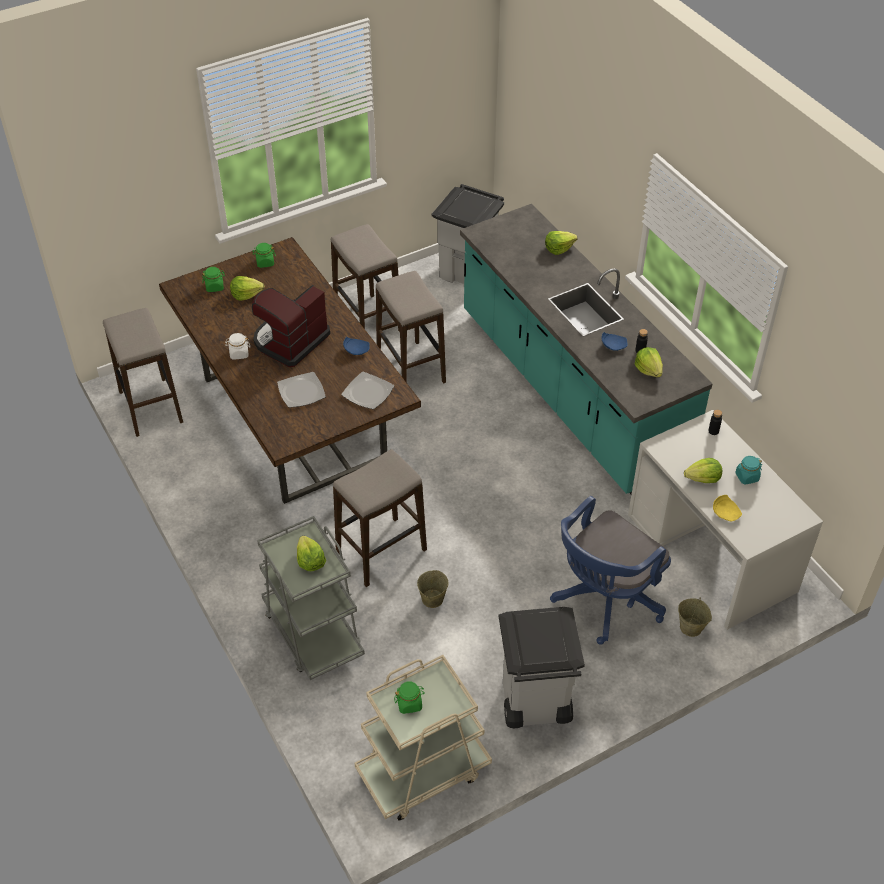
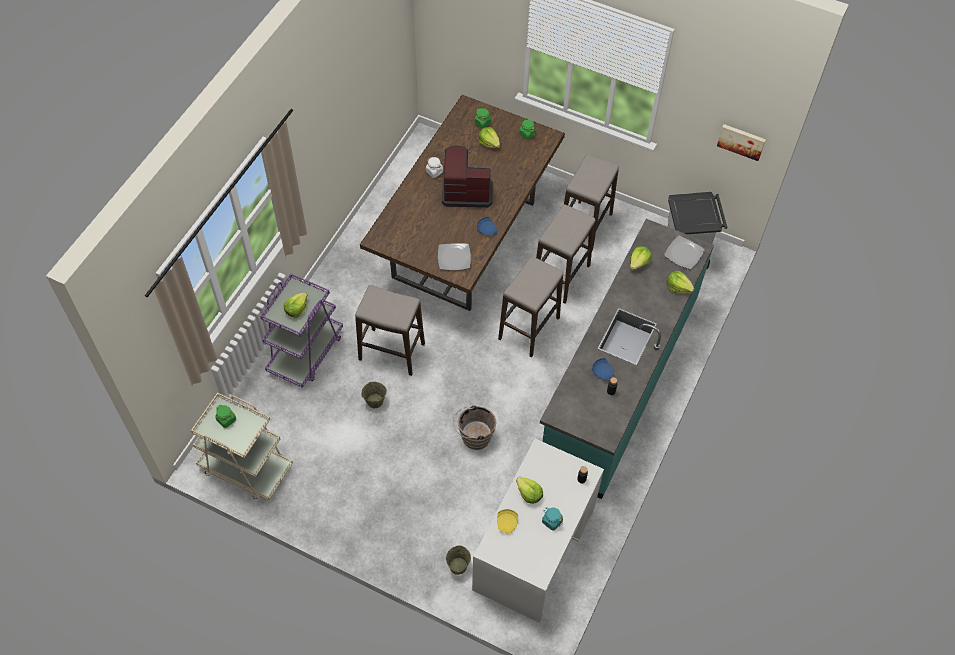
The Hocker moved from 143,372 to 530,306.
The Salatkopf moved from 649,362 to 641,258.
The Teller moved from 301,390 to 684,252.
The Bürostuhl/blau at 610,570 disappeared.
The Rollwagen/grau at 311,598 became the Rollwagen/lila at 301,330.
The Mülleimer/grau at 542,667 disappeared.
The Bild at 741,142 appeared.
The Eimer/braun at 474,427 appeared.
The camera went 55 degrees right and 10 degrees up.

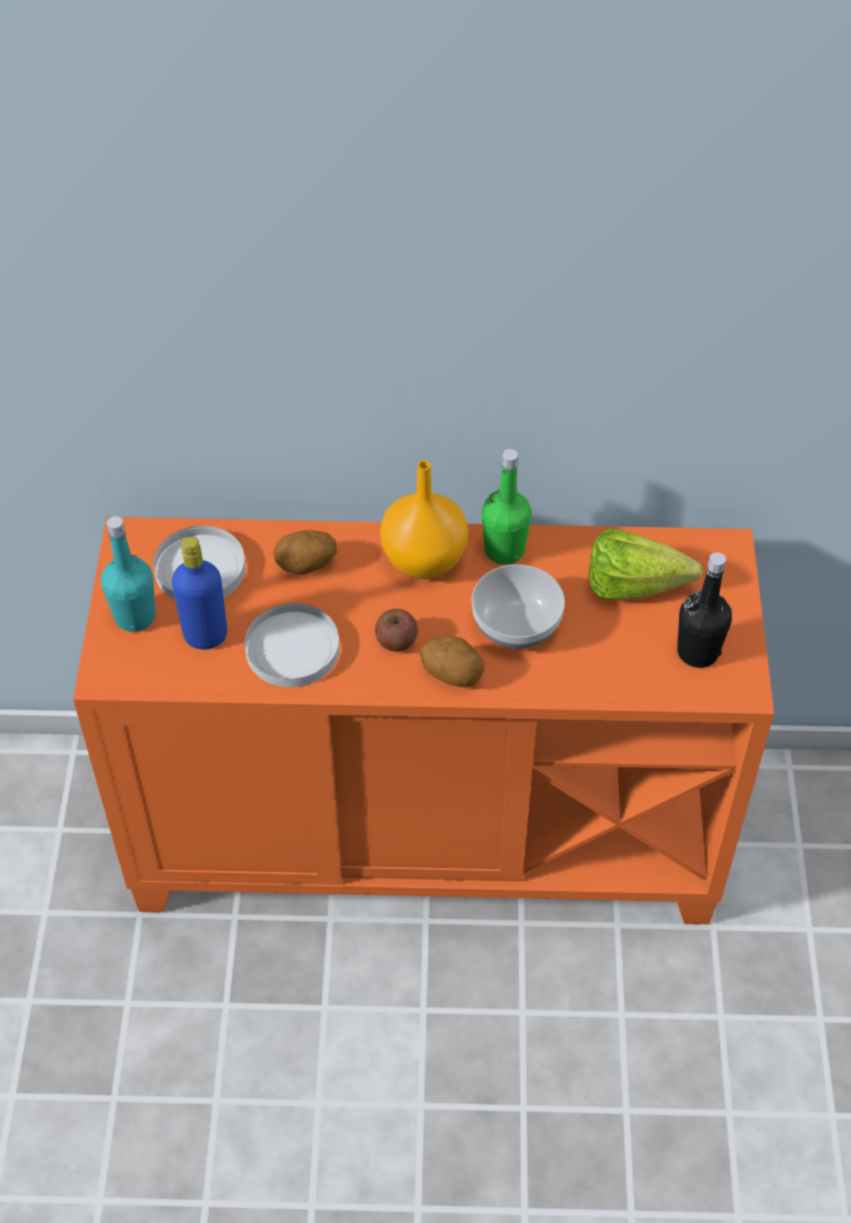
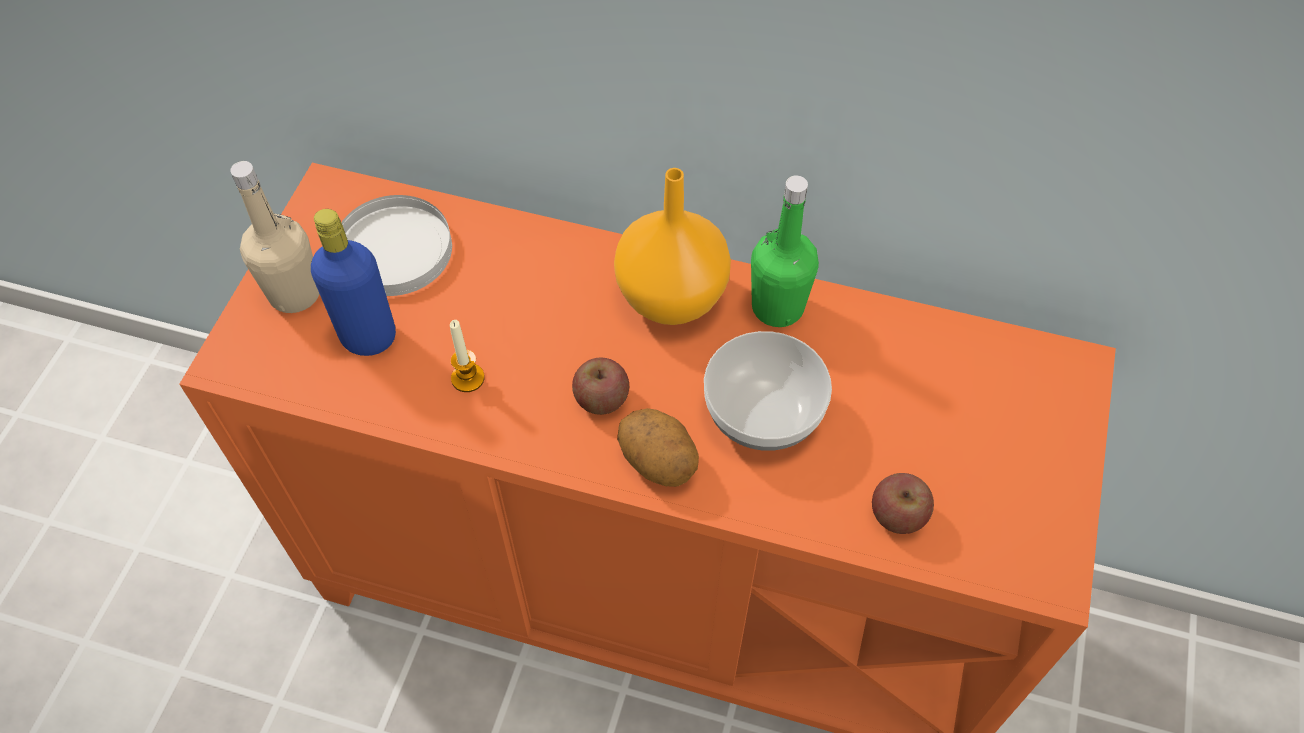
The Flasche/türkis at 128,574 became the Flasche/beige at 274,237.
The Salatkopf at 645,564 disappeared.
The Kartoffel at 305,552 disappeared.
The Flasche/schwarz at 704,610 disappeared.
The Teller/weiß at 292,645 was replaced by the Kerze at 467,356.
The Apfel at 903,503 appeared.
The camera went 15 degrees right and 5 degrees up.

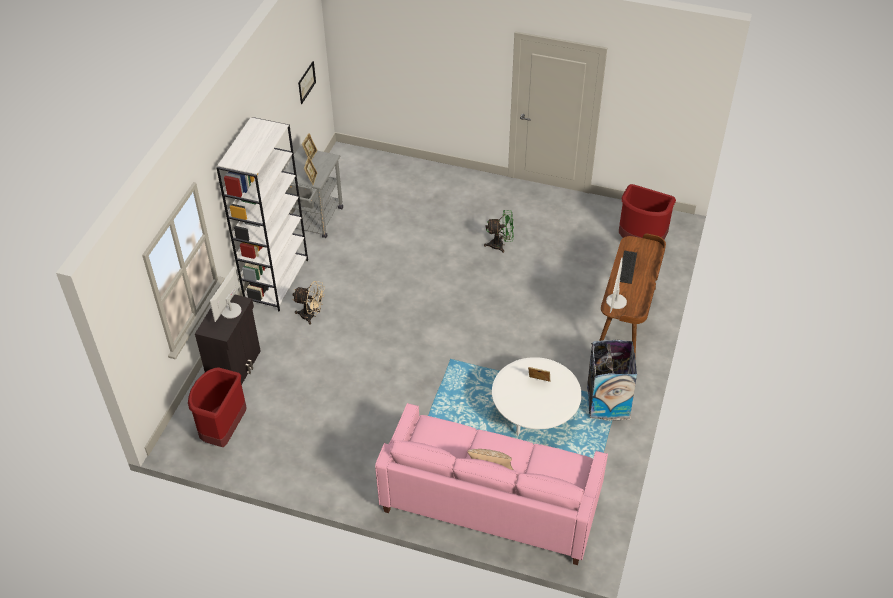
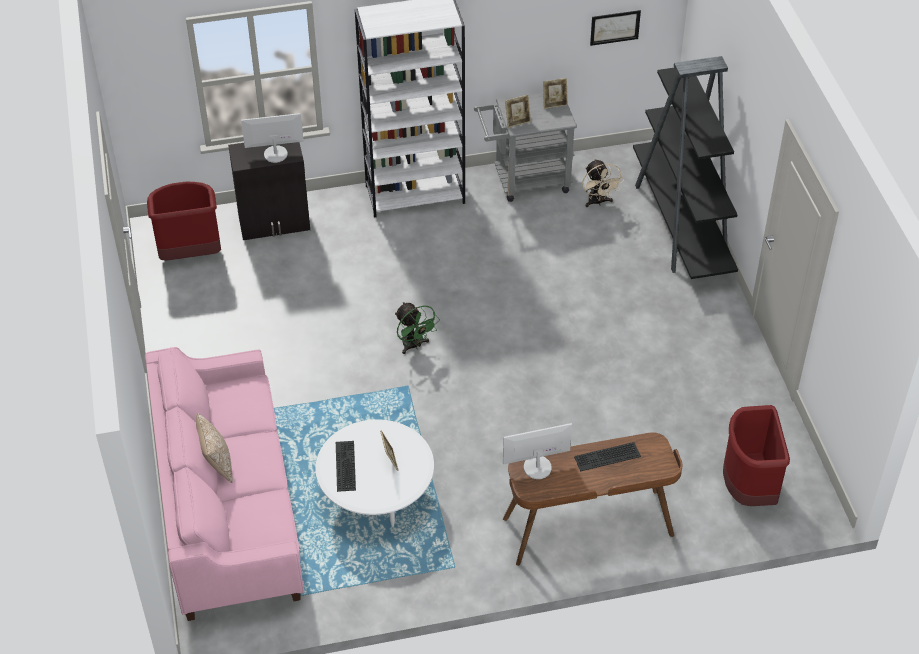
The Ventilator/grün moved from 499,231 to 417,328.
The Ventilator/beige moved from 308,303 to 603,183.
The Mülleimer at 612,380 disappeared.
The Bücherregal/schwarz at 685,167 appeared.
The Tastatur at 346,466 appeared.
The camera went 60 degrees right and 0 degrees up.

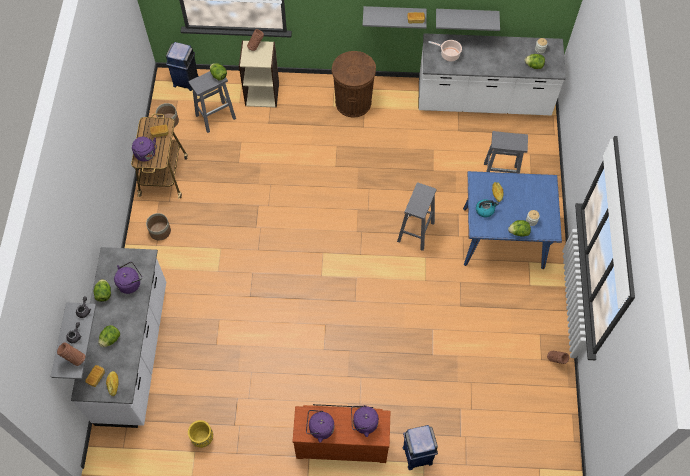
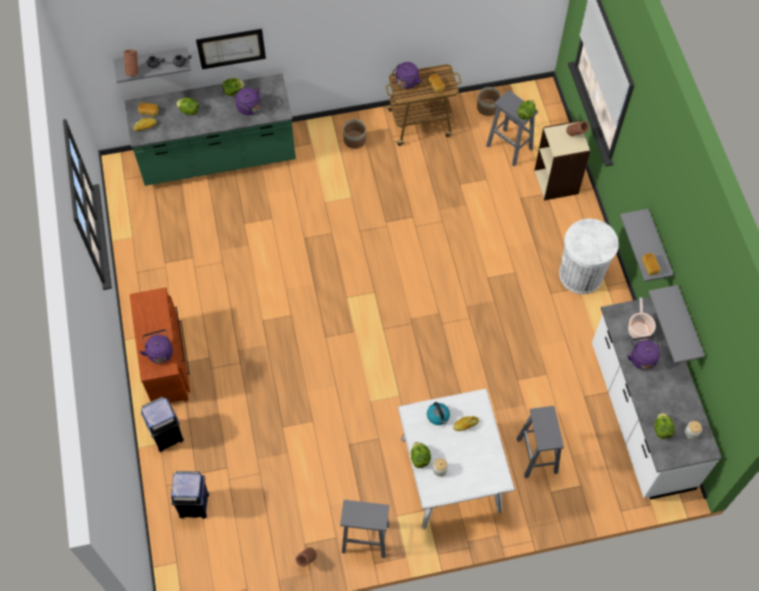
The Mülleimer/blau moved from 182,66 to 190,495.
The Mülleimer/braun at 354,84 became the Mülleimer/weiß at 589,256.
The Esstisch/blau at 512,220 became the Esstisch/weiß at 456,458.
The Hocker/grau moved from 416,216 to 364,529.
The Küchenzeile/weiß at 118,337 became the Küchenzeile/grün at 210,130.
The Wasserkessel/lila moved from 320,426 to 644,353.
The Pflanzkübel/gelb at 200,434 disappeared.
The Bild at 231,49 appeared.
The camera went 75 degrees right and 0 degrees up.

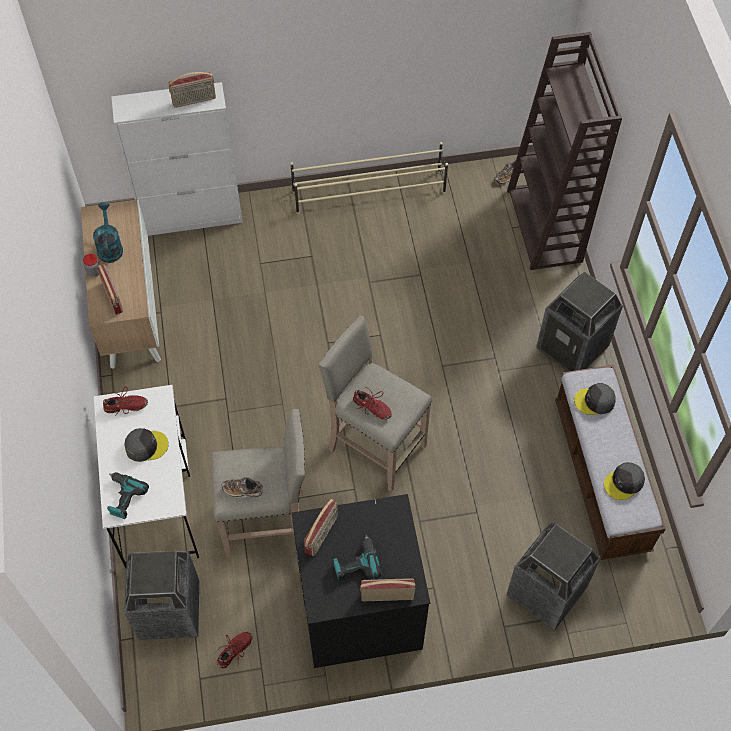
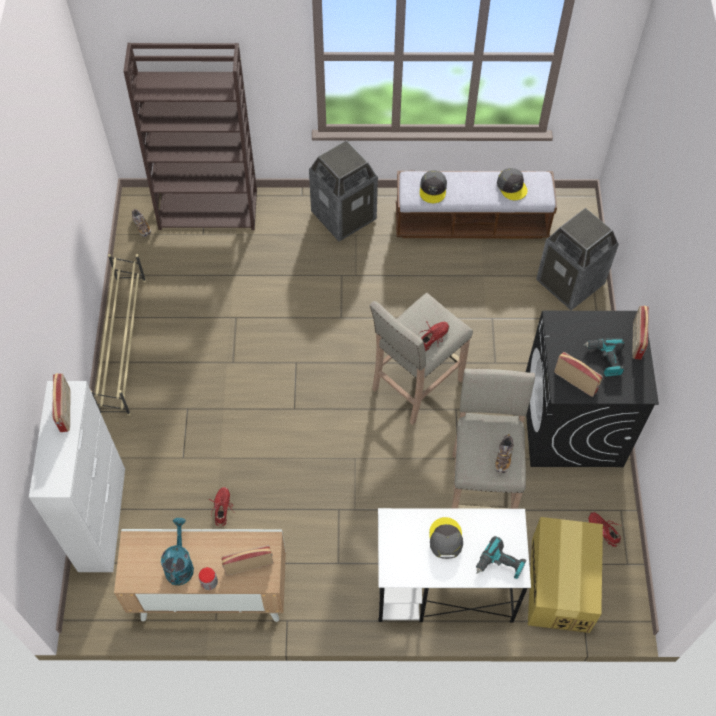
The Gießkanne/türkis at 108,232 turned 90 degrees clockwise.
The Schuh/rot moved from 125,401 to 221,506.
The Mülleimer at 161,595 was replaced by the Karton at 565,575.
The camera went 80 degrees left and 0 degrees up.

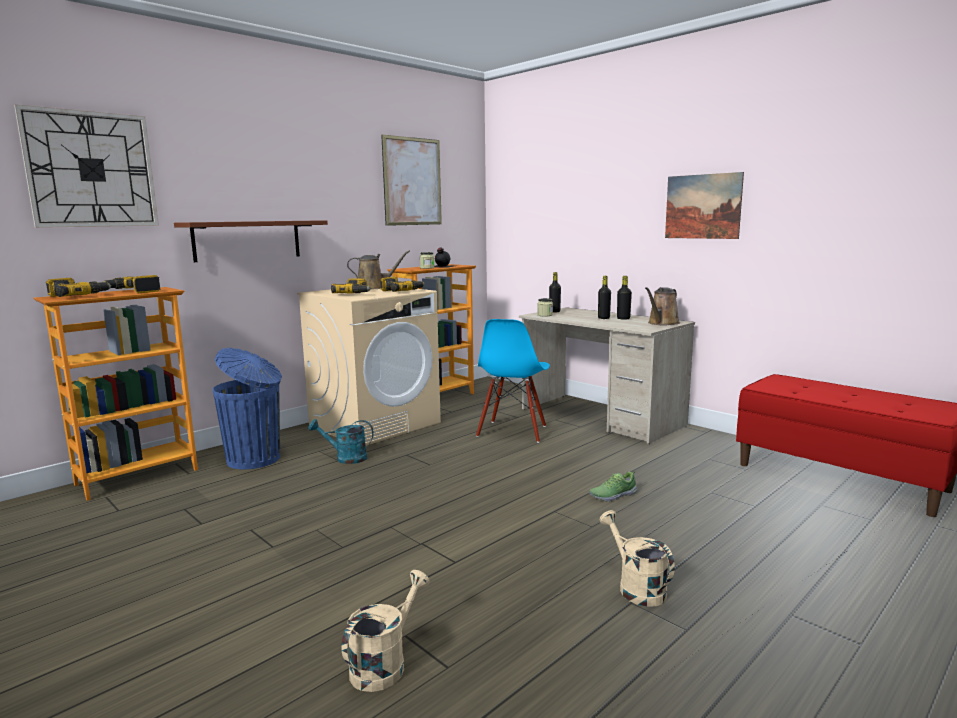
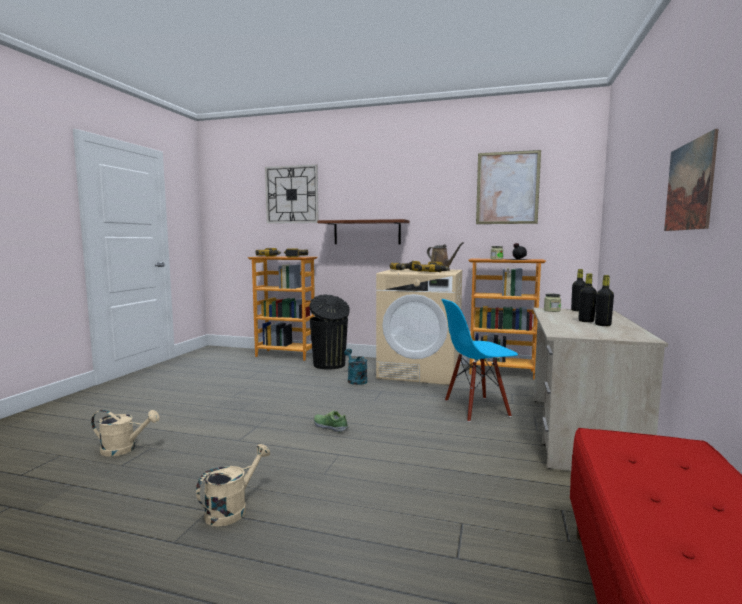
The Gießkanne/braun at 662,306 disappeared.
The Mülleimer/blau at 247,408 became the Mülleimer/schwarz at 329,332.
The Schuh moved from 613,486 to 331,421.
The camera went 60 degrees right and 5 degrees down.

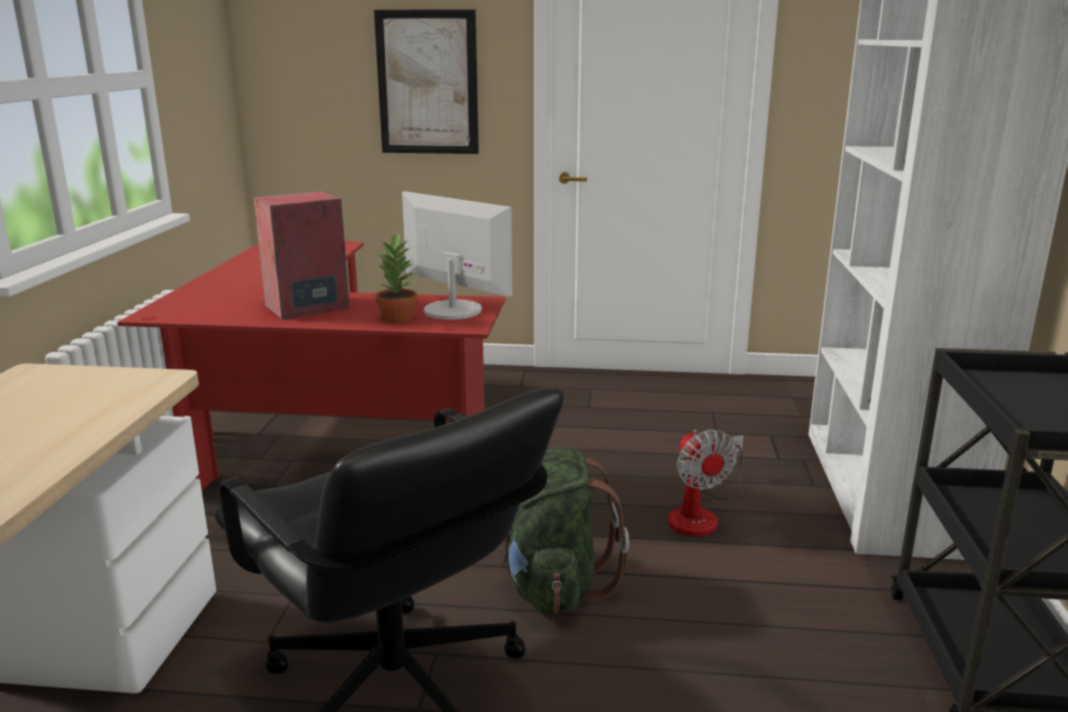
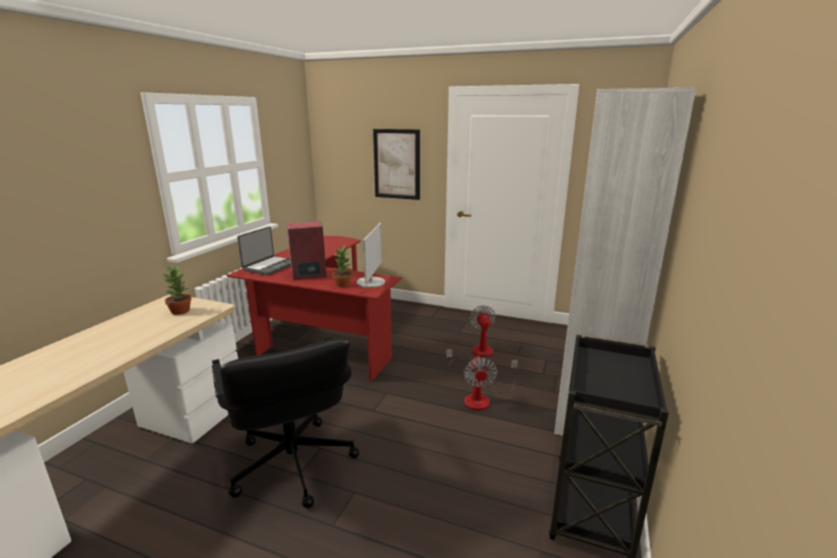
The Monitor at 457,255 turned 45 degrees clockwise.
The Rucksack/grün at 567,530 disappeared.
The Laptop at 264,250 appeared.
The Topfpflanze at 177,290 appeared.
The Ventilator at 471,335 appeared.
The camera went 15 degrees right and 0 degrees up.

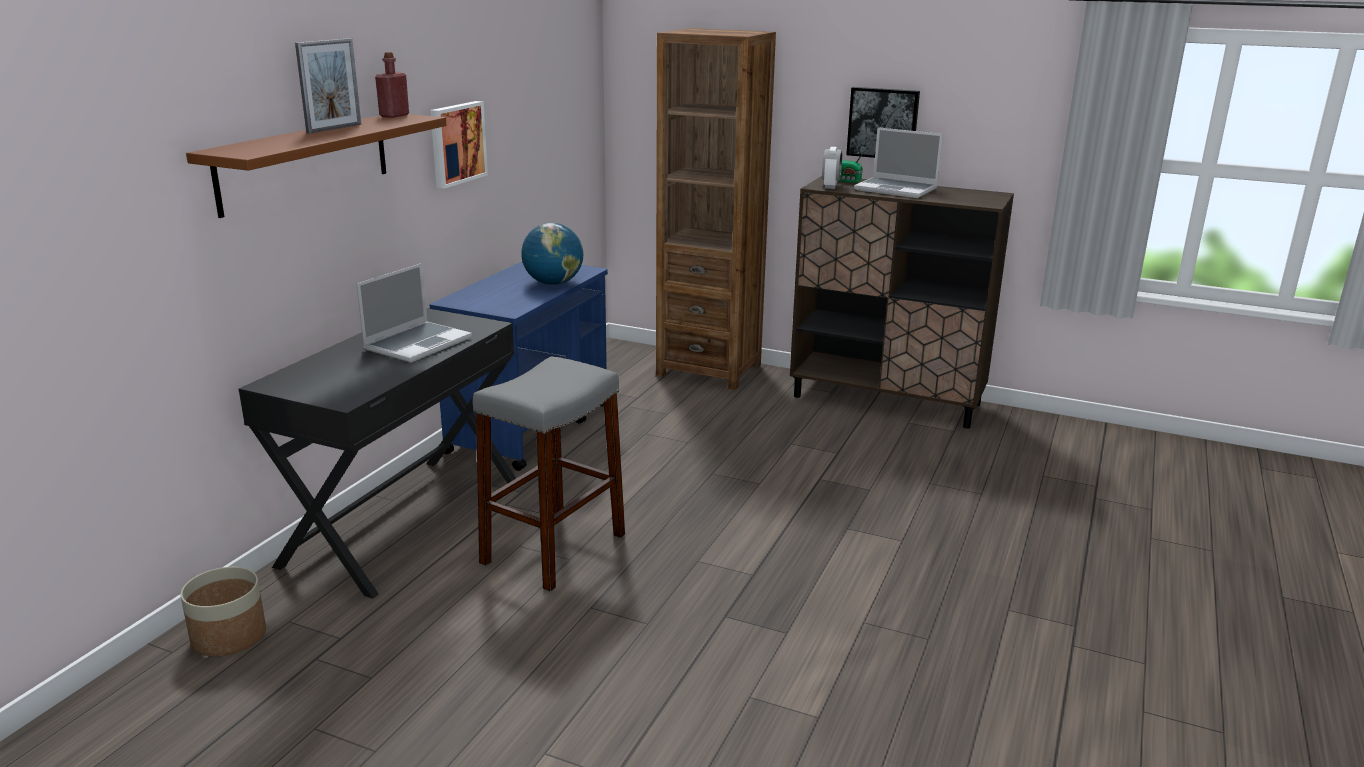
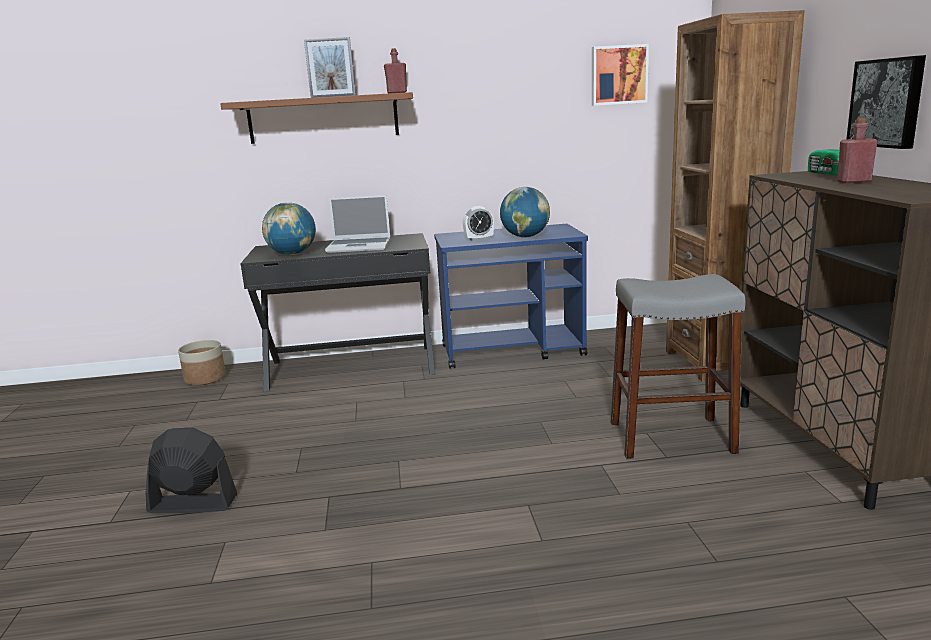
The Bild moved from 459,145 to 620,75.
The Laptop at 898,162 was replaced by the Flasche/rot at 857,150.
The Wecker moved from 832,168 to 478,223.
The Hocker/grau moved from 549,474 to 678,366.
The Globus at 289,228 appeared.
The Ventilator/schwarz at 192,470 appeared.
The camera went 60 degrees right and 5 degrees down.

